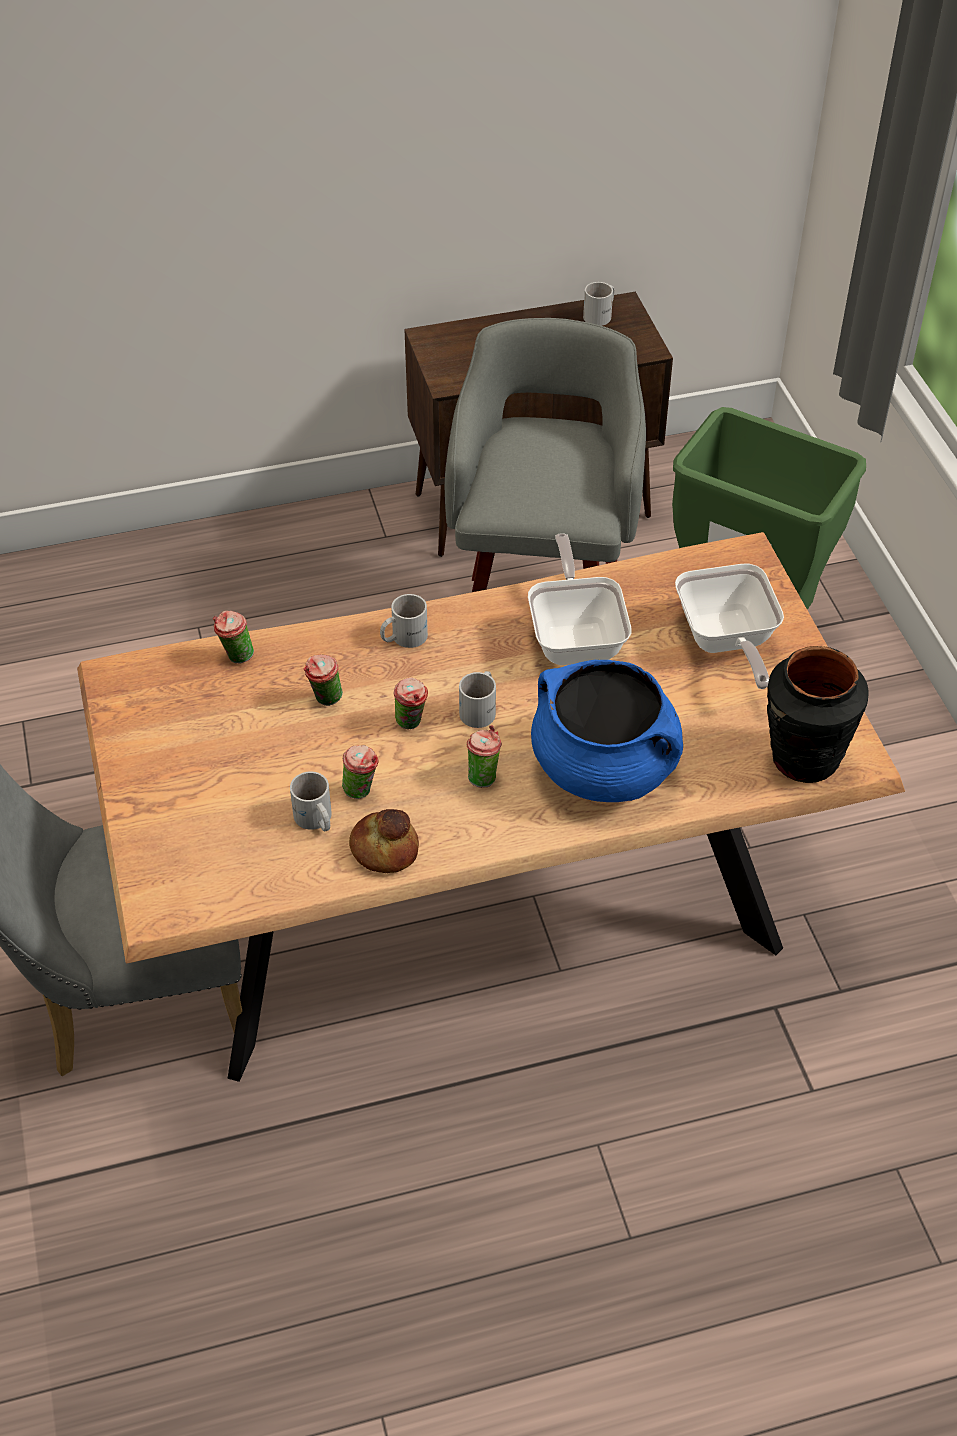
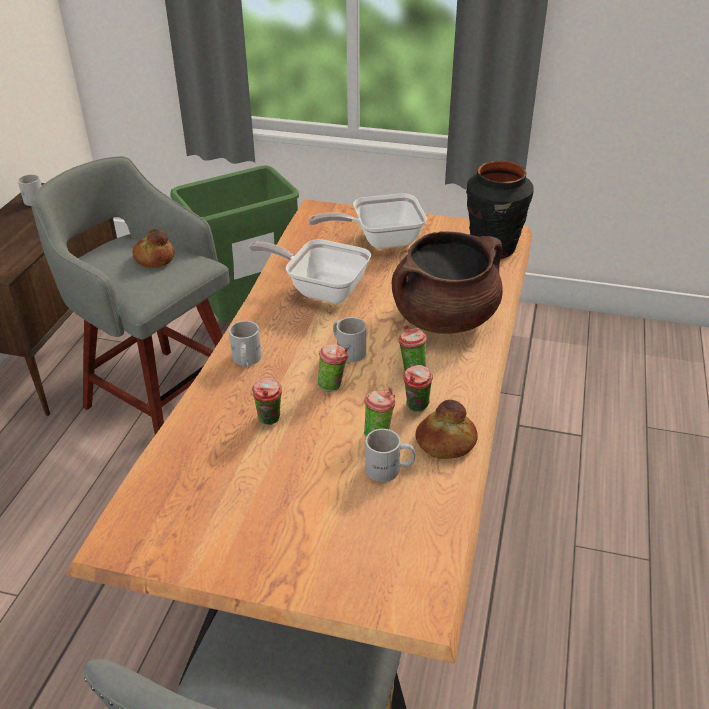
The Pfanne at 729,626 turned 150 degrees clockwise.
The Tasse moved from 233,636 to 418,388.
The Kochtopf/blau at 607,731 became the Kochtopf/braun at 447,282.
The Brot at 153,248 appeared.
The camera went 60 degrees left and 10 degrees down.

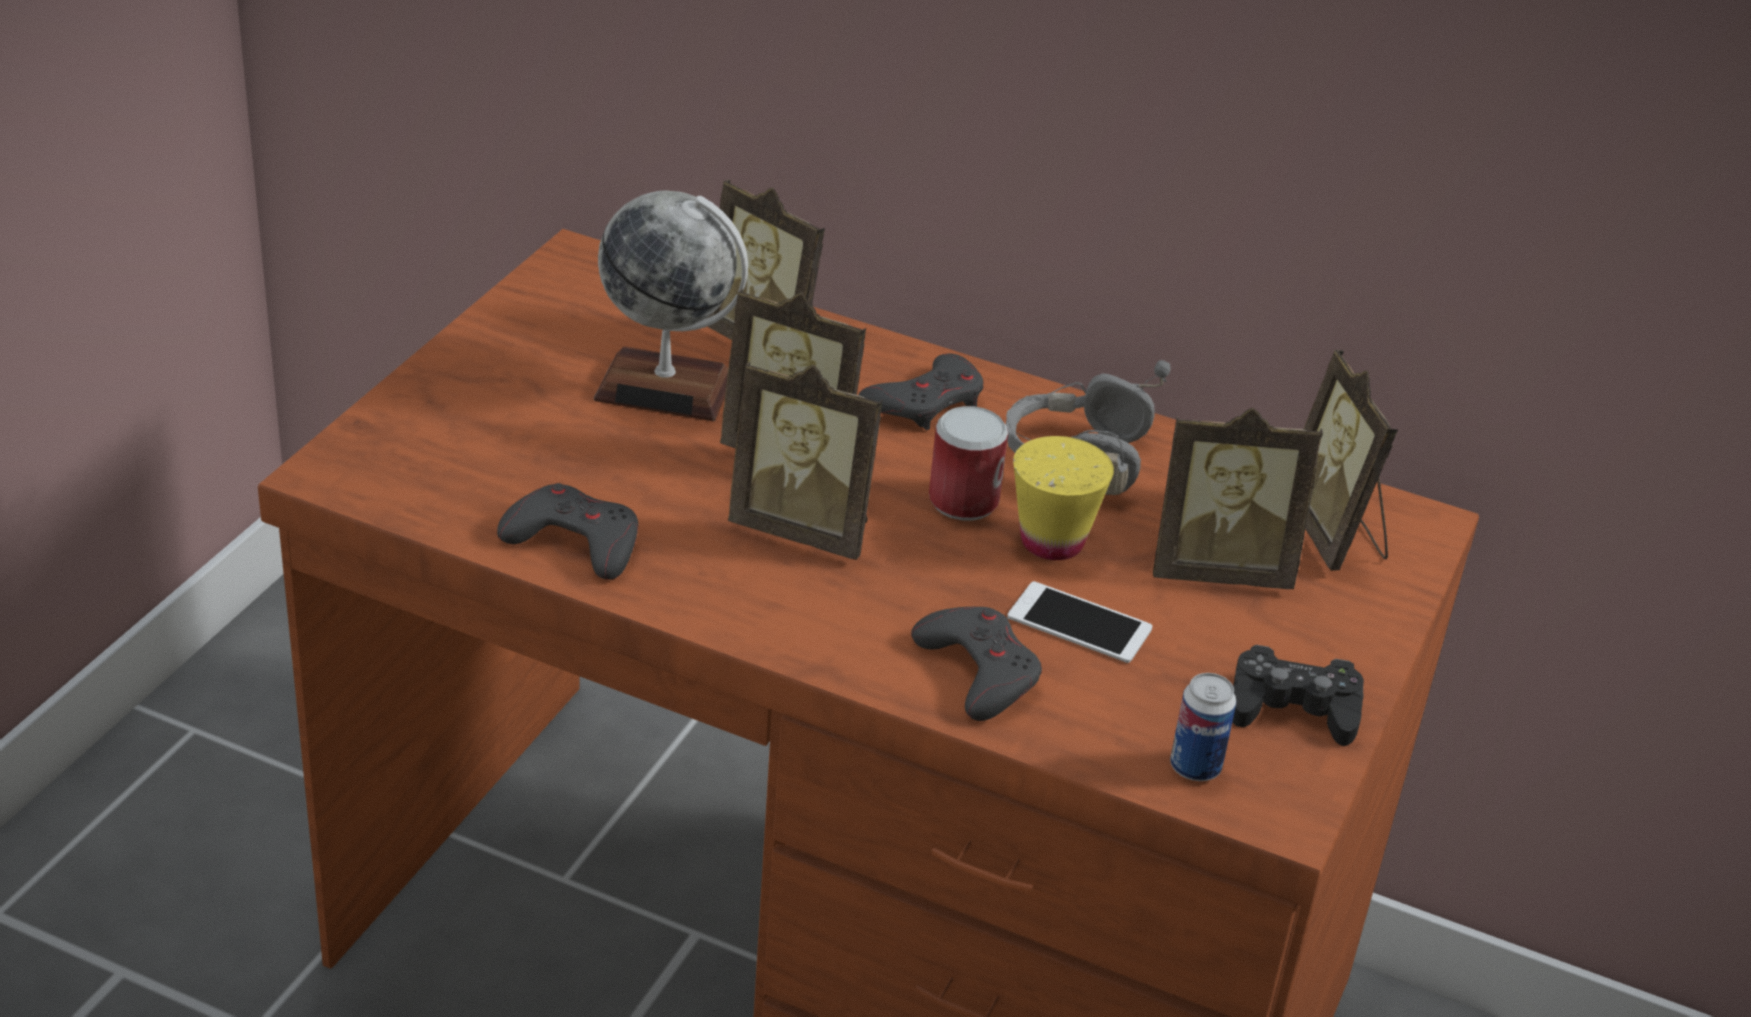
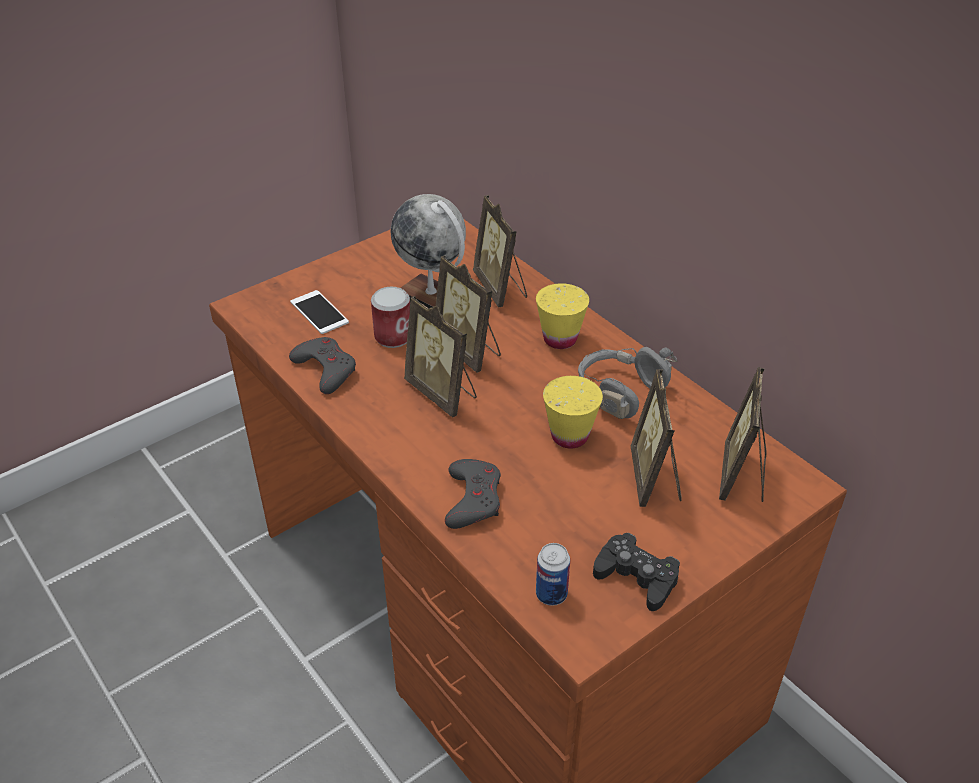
The Gamepad/grau at 921,392 was replaced by the Tasse/gelb at 562,316.
The Dose moved from 968,463 to 390,317.
The Bilderrahmen at 1238,498 turned 60 degrees clockwise.
The Handy moved from 1080,622 to 319,312.
The camera went 30 degrees right and 5 degrees up.

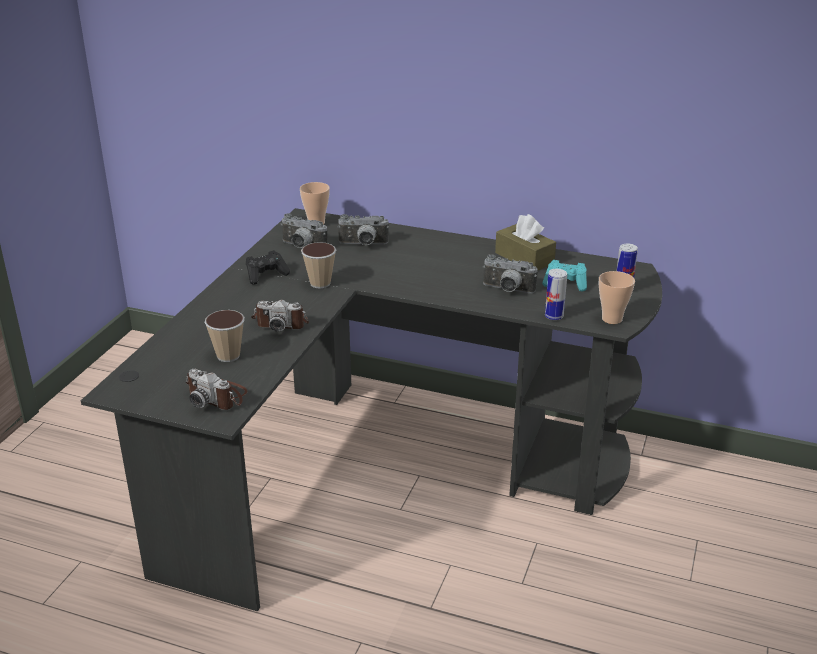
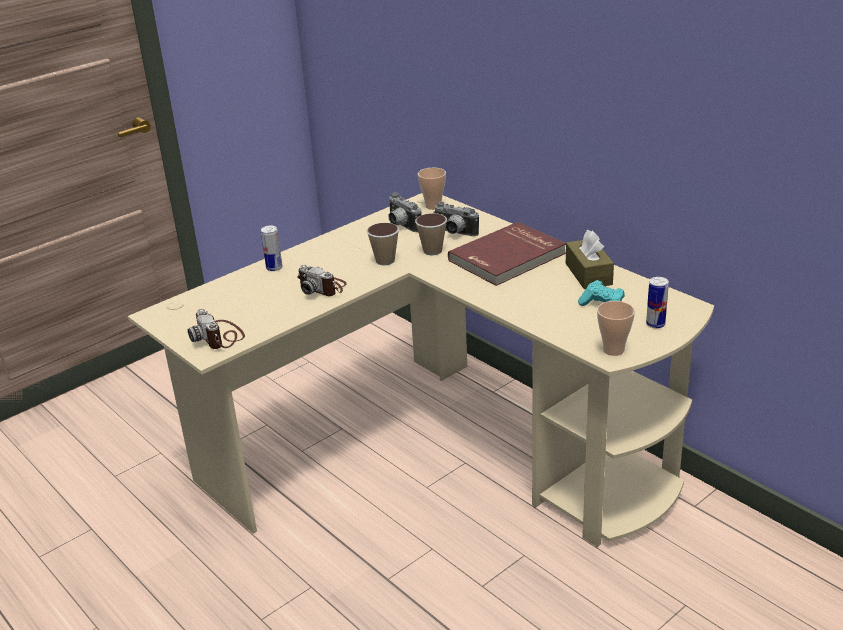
The Schreibtisch/schwarz at 371,410 became the Schreibtisch/beige at 421,370.
The Gamepad/schwarz at 268,267 disappeared.
The Kamera at 510,274 disappeared.
The Dose moved from 556,294 to 271,248.
The Tasse moved from 225,336 to 431,234.
The Buch/rot at 507,254 appeared.
The camera went 30 degrees right and 0 degrees up.

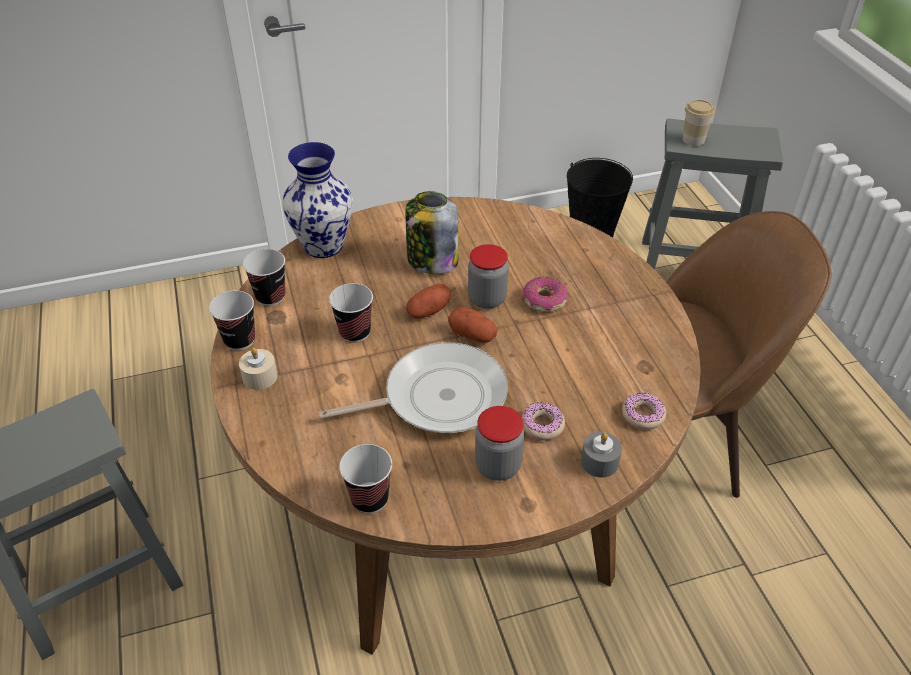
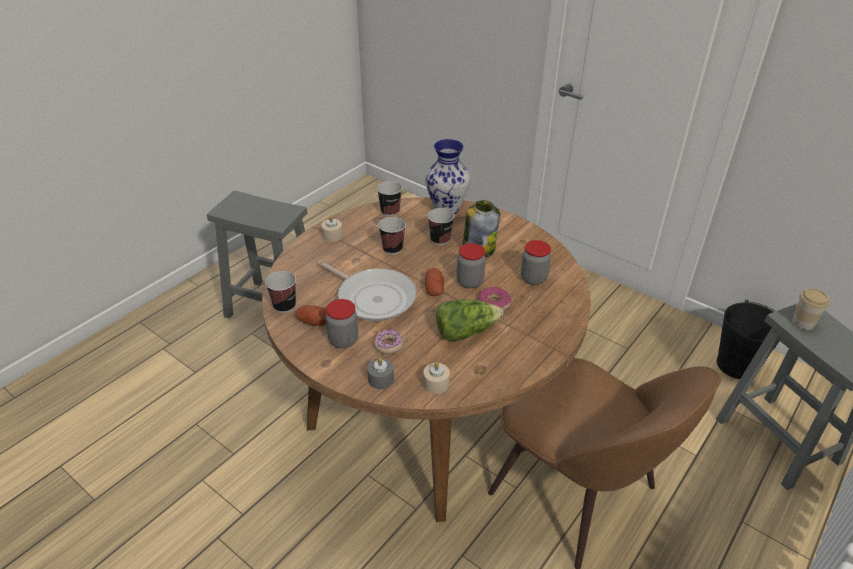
The Kartoffel moved from 428,301 to 310,315.
The Tasse moved from 232,320 to 441,226.
The Donut at 644,411 was replaced by the Kerze/beige at 436,378.
The Vorratsglas at 536,262 appeared.
The Salatkopf at 469,320 appeared.
The camera went 55 degrees right and 5 degrees down.

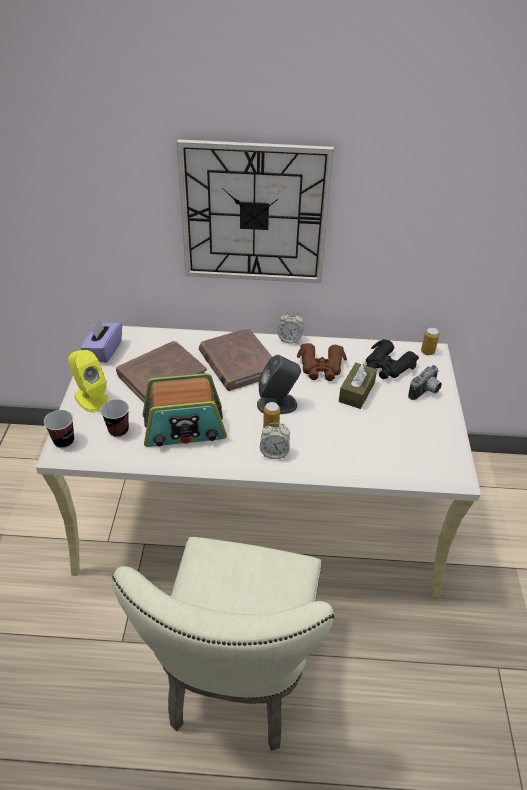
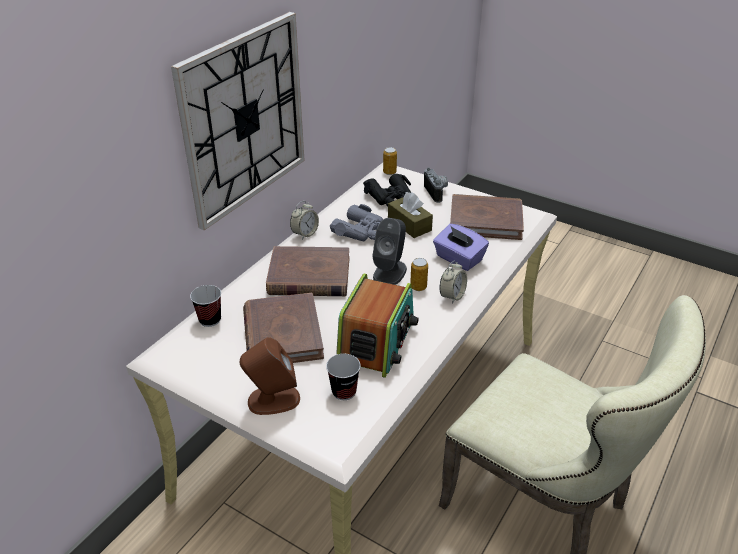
The Taschentuchbox/lila moved from 101,340 to 461,247.
The Fernglas/braun at 322,362 became the Fernglas/grau at 356,222.
The Lautsprecher/gelb at 88,381 became the Lautsprecher/braun at 270,376.
The Tasse moved from 59,429 to 205,306.
The Buch/braun at 487,217 appeared.
The camera went 60 degrees left and 5 degrees down.

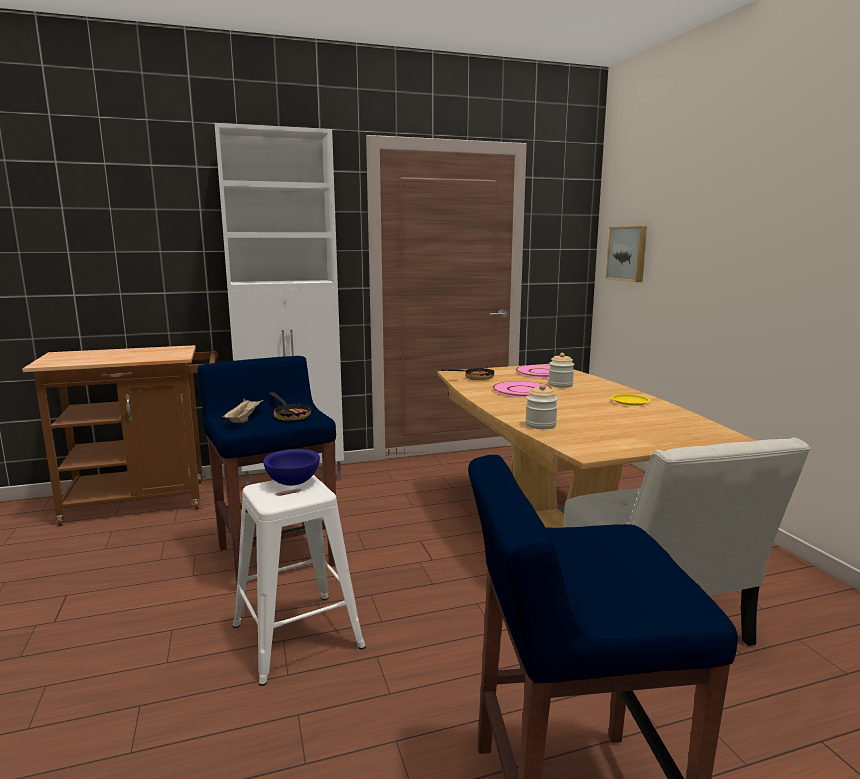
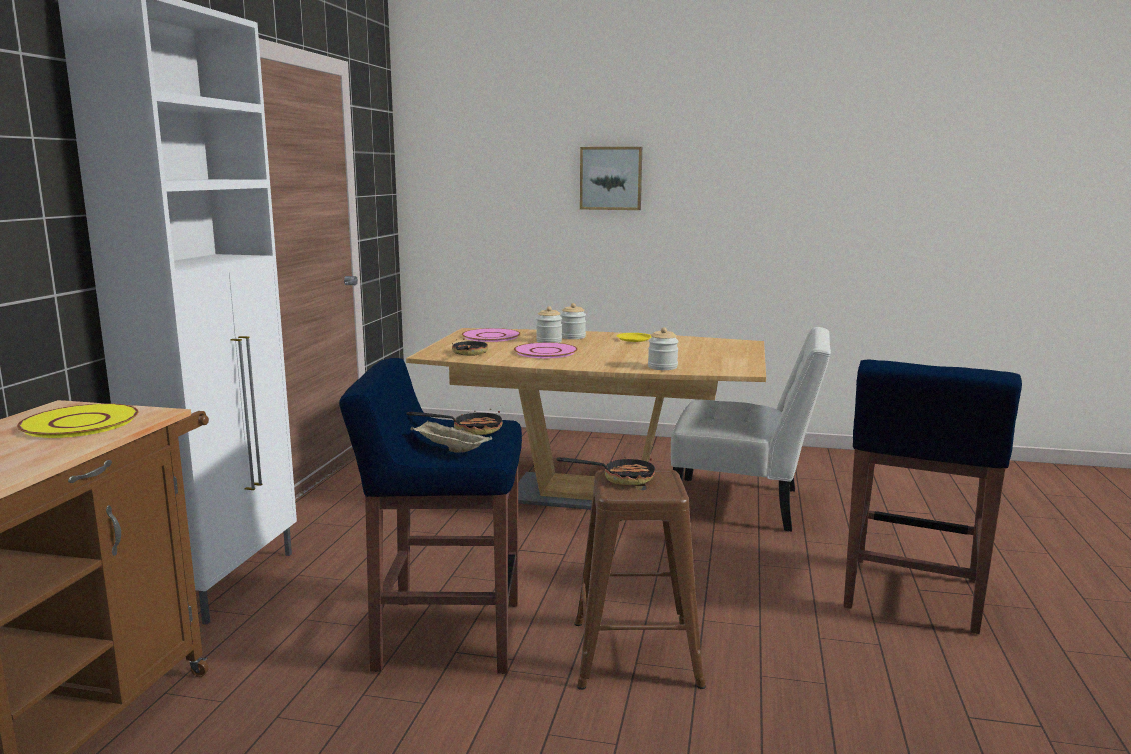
The Bild moved from 626,254 to 611,178.
The Schüssel/blau at 291,467 was replaced by the Pfanne at 605,468.
The Hocker/weiß at 299,580 became the Hocker/braun at 640,579.
The Vorratsglas at 573,321 appeared.
The Teller/gelb at 78,420 appeared.
The camera went 60 degrees left and 0 degrees up.

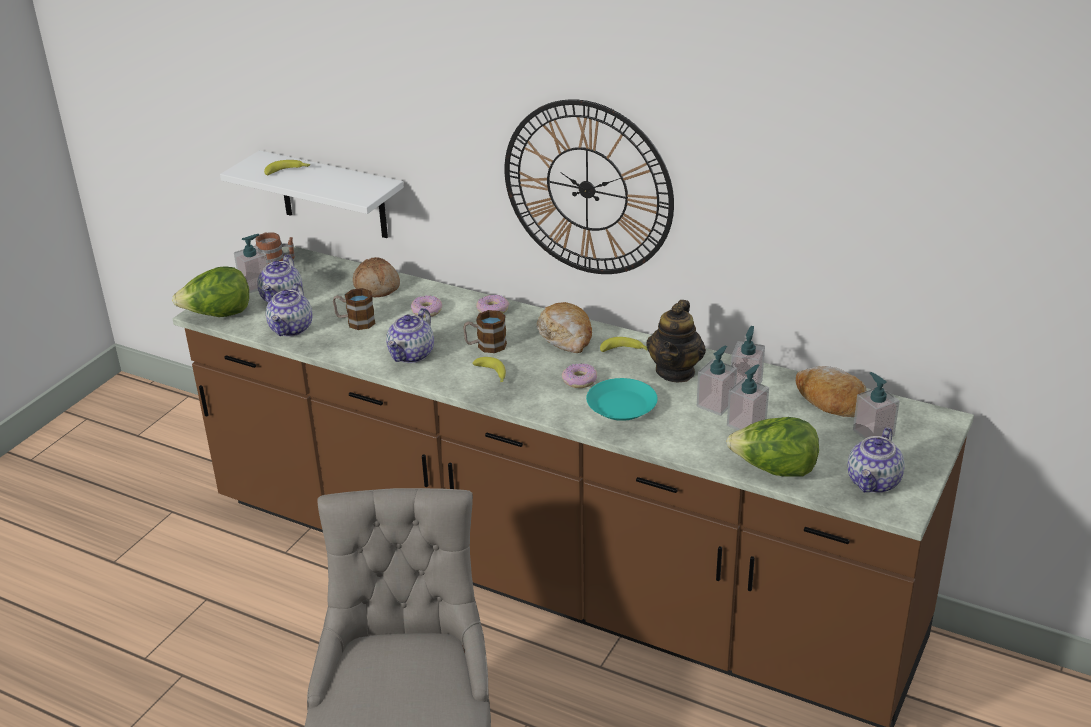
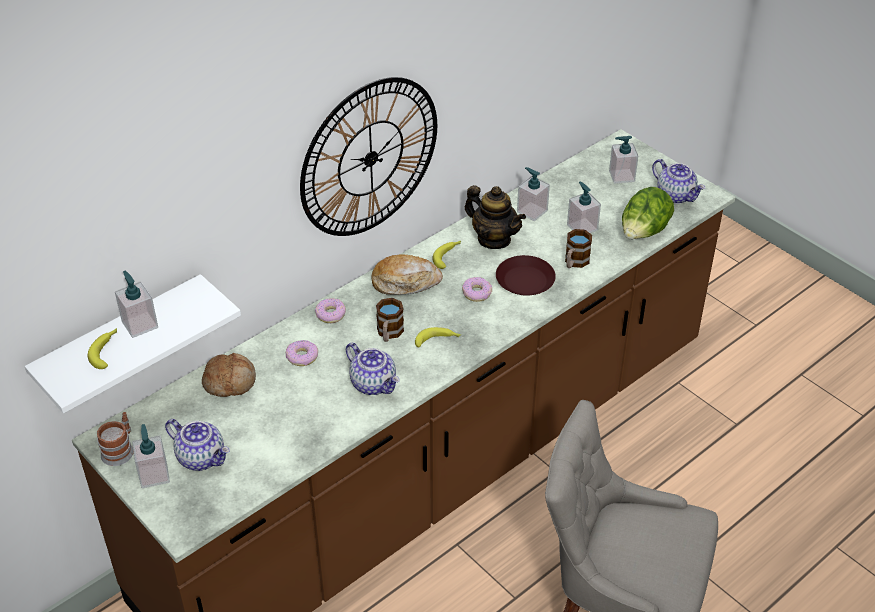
The Salatkopf at 210,291 disappeared.
The Teekanne at 289,309 disappeared.
The Henkelbecher moved from 354,309 to 578,248.
The Seifenspender moved from 717,381 to 136,304.
The Brot at 831,391 disappeared.
The Teller/türkis at 622,399 became the Teller/braun at 526,275.
The camera went 70 degrees left and 10 degrees up.

